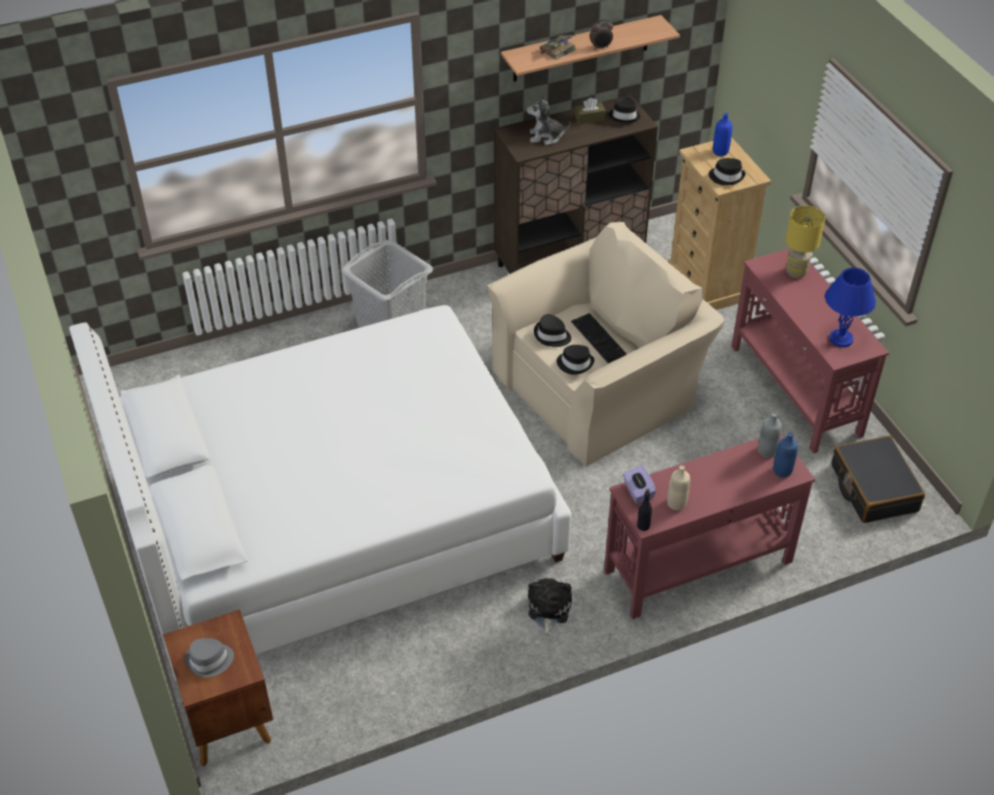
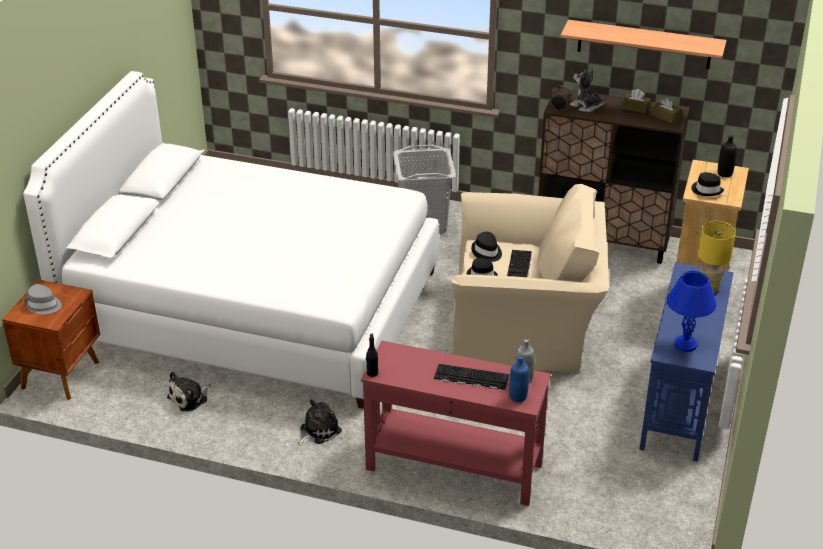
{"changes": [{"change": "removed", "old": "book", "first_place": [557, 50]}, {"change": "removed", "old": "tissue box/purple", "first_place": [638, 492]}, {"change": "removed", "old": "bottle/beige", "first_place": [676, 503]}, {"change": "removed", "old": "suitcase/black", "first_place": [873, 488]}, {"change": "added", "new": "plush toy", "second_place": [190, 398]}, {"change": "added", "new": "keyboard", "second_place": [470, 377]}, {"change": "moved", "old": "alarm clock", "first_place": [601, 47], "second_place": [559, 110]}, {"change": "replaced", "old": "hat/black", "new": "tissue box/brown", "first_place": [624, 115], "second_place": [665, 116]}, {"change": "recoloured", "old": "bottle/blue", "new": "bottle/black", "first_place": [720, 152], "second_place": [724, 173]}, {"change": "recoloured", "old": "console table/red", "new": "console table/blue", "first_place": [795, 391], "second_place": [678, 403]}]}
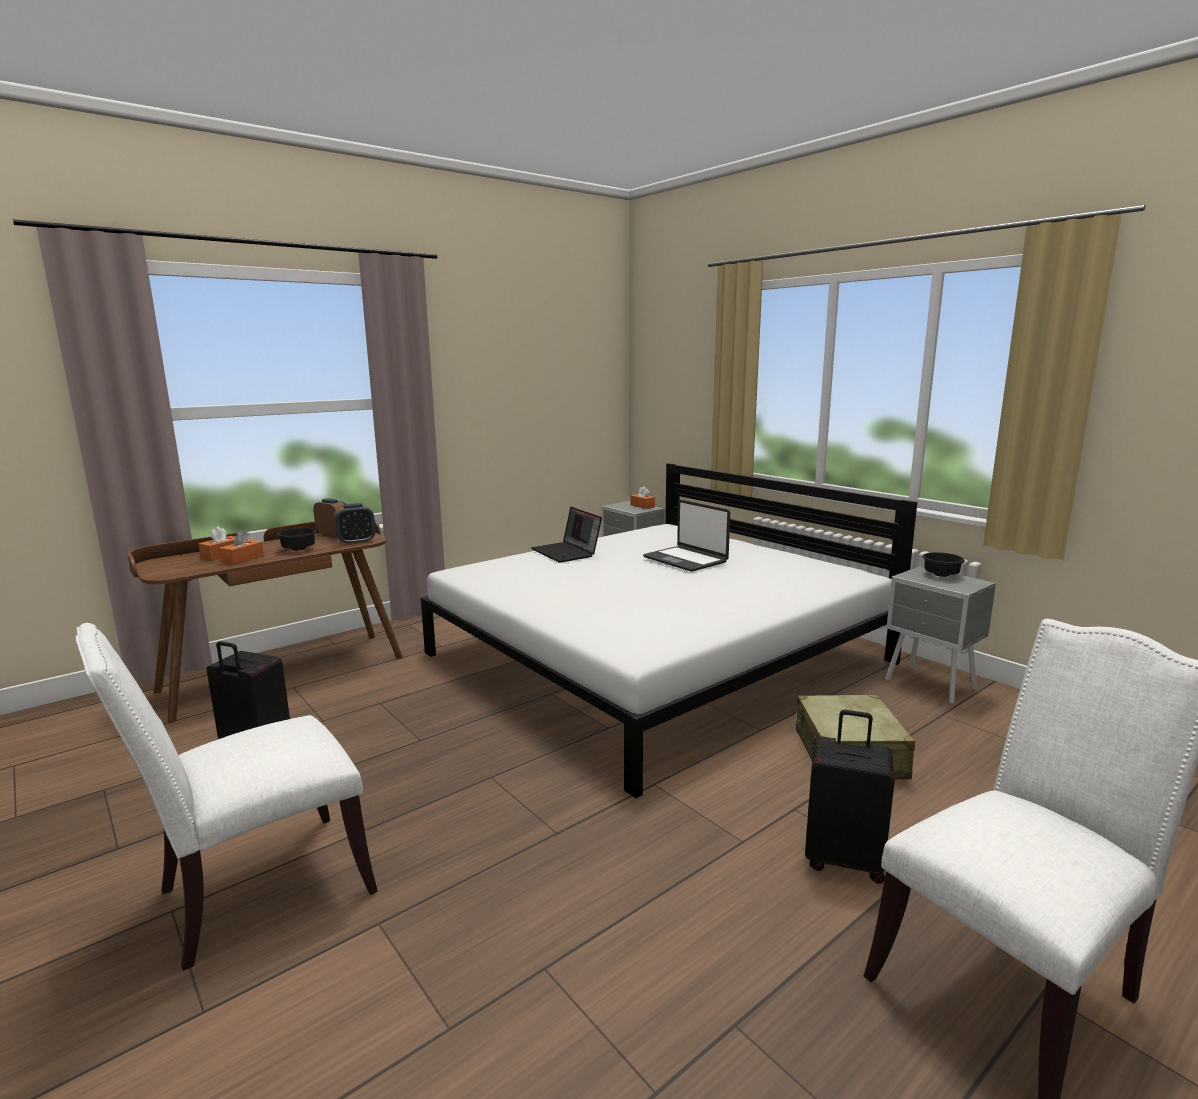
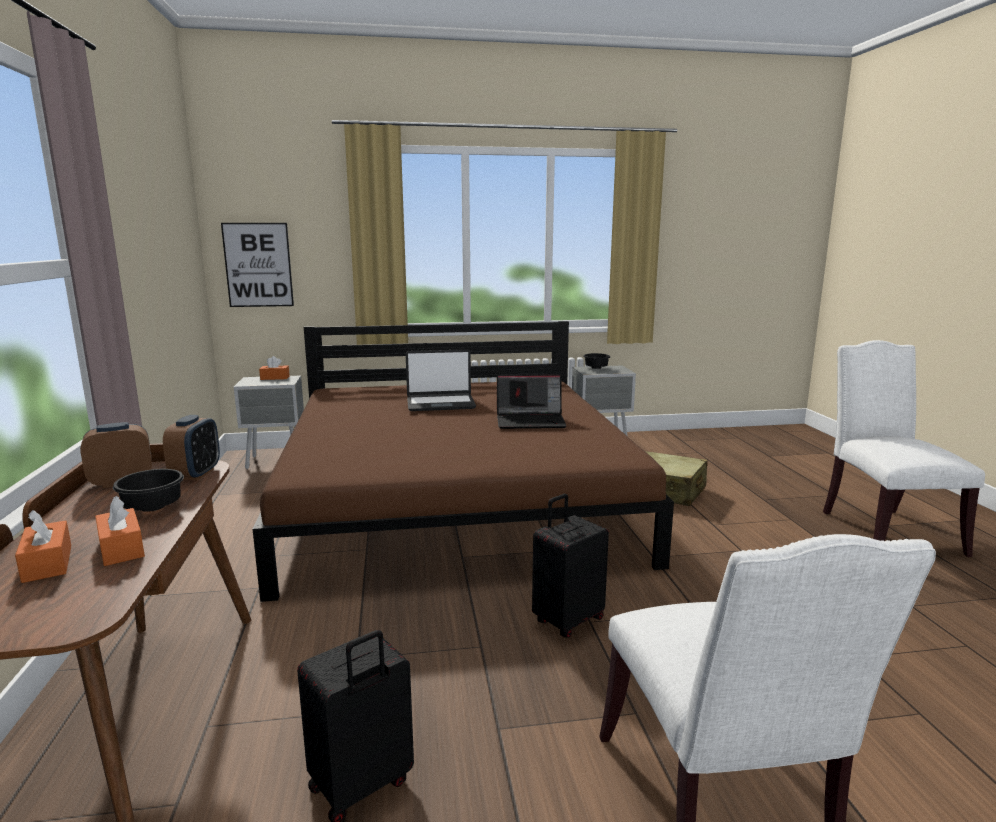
{"changes": [{"change": "added", "new": "picture", "second_place": [258, 265]}, {"change": "moved", "old": "laptop", "first_place": [567, 552], "second_place": [531, 421]}, {"change": "moved", "old": "suitcase/black", "first_place": [844, 860], "second_place": [567, 620]}, {"change": "recoloured", "old": "bed/white", "new": "bed/brown", "first_place": [657, 658], "second_place": [455, 499]}]}
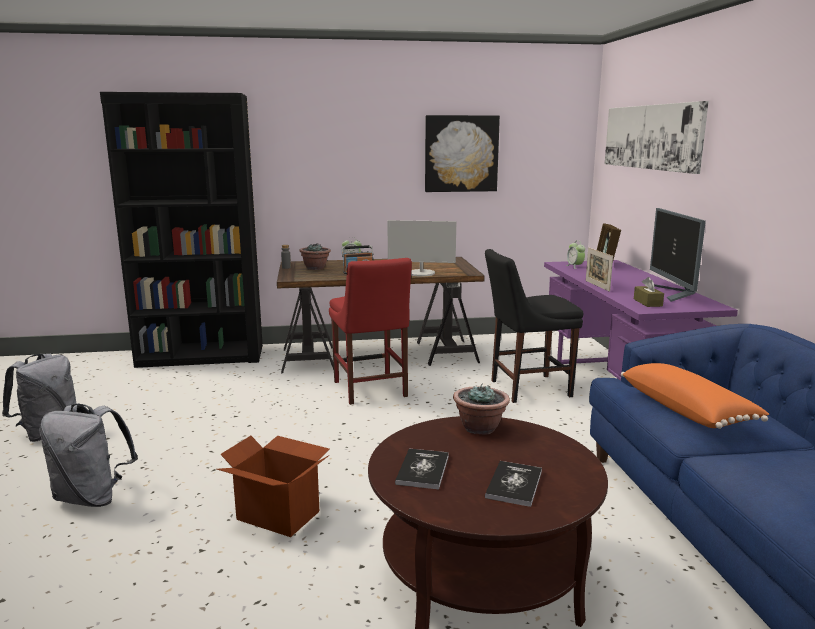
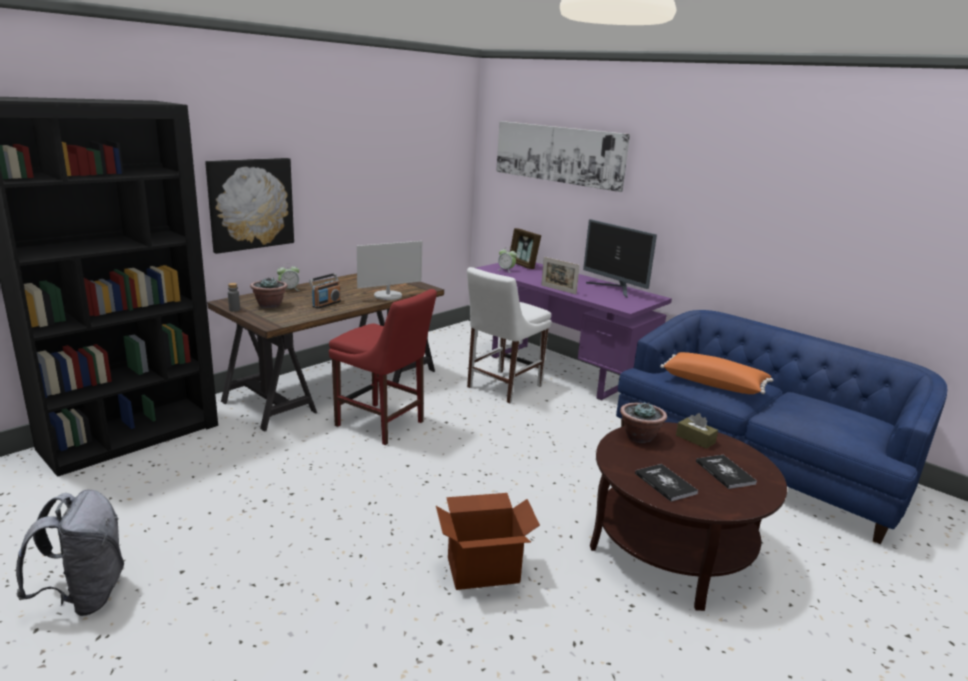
{"changes": [{"change": "removed", "old": "backpack/grey", "first_place": [92, 497]}, {"change": "moved", "old": "picture", "first_place": [461, 154], "second_place": [251, 204]}, {"change": "moved", "old": "tissue box/brown", "first_place": [647, 302], "second_place": [695, 439]}, {"change": "recoloured", "old": "chair/black", "new": "chair/white", "first_place": [526, 388], "second_place": [501, 387]}]}
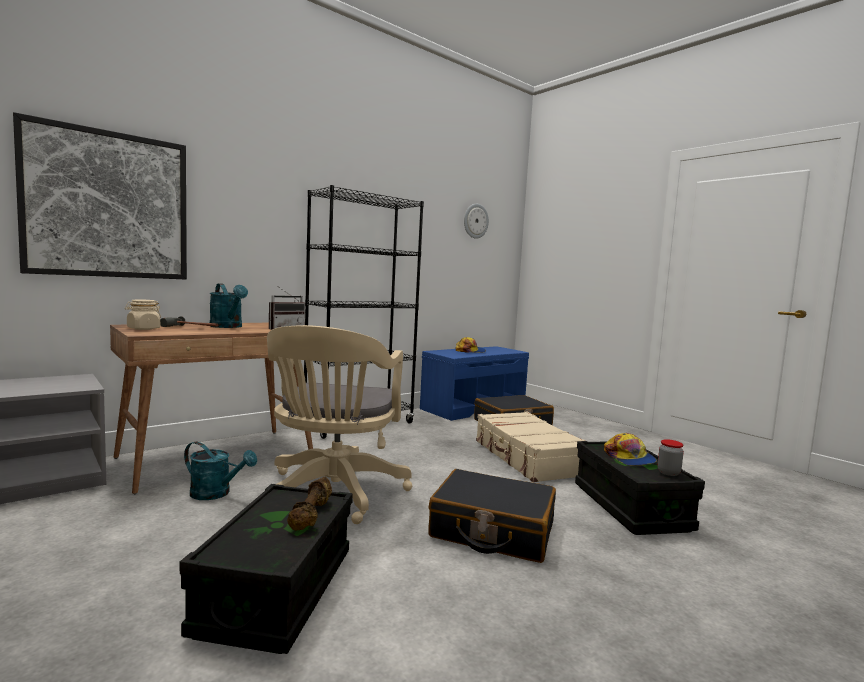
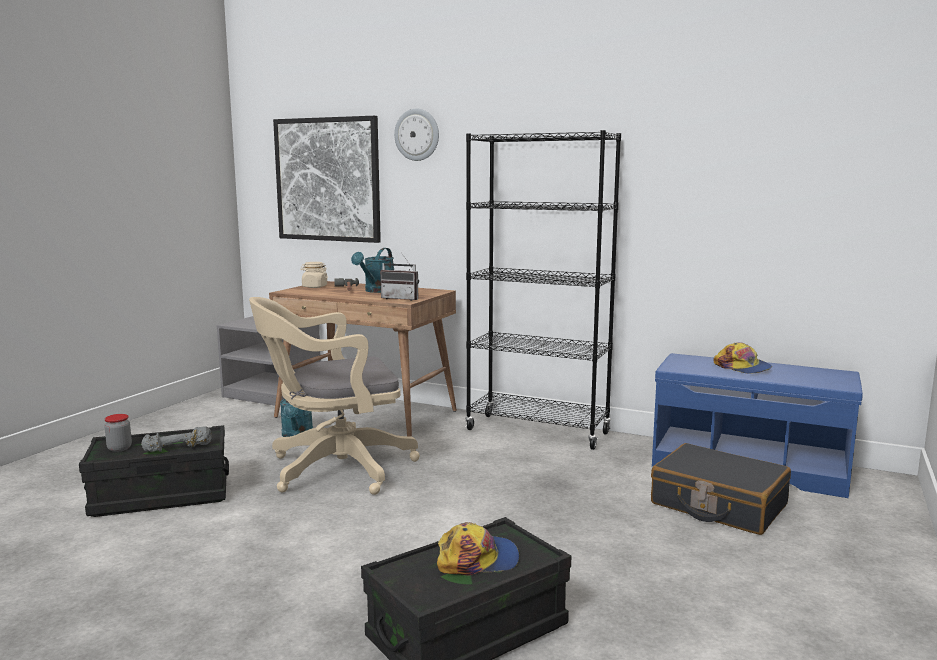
{"changes": [{"change": "removed", "old": "suitcase/black", "first_place": [492, 531]}, {"change": "removed", "old": "suitcase/beige", "first_place": [528, 458]}, {"change": "moved", "old": "wall clock", "first_place": [475, 221], "second_place": [417, 135]}, {"change": "moved", "old": "jar", "first_place": [668, 472], "second_place": [119, 448]}, {"change": "recoloured", "old": "dumbbell/brown", "new": "dumbbell/grey", "first_place": [312, 515], "second_place": [177, 449]}, {"change": "turned", "old": "cap", "first_place": [629, 458], "second_place": [477, 559], "degrees": -150}]}
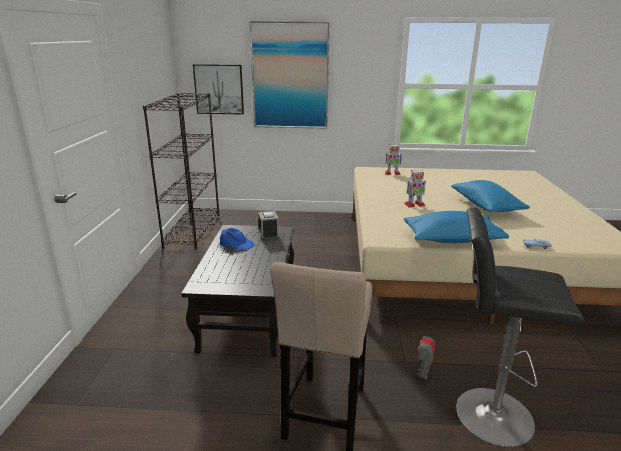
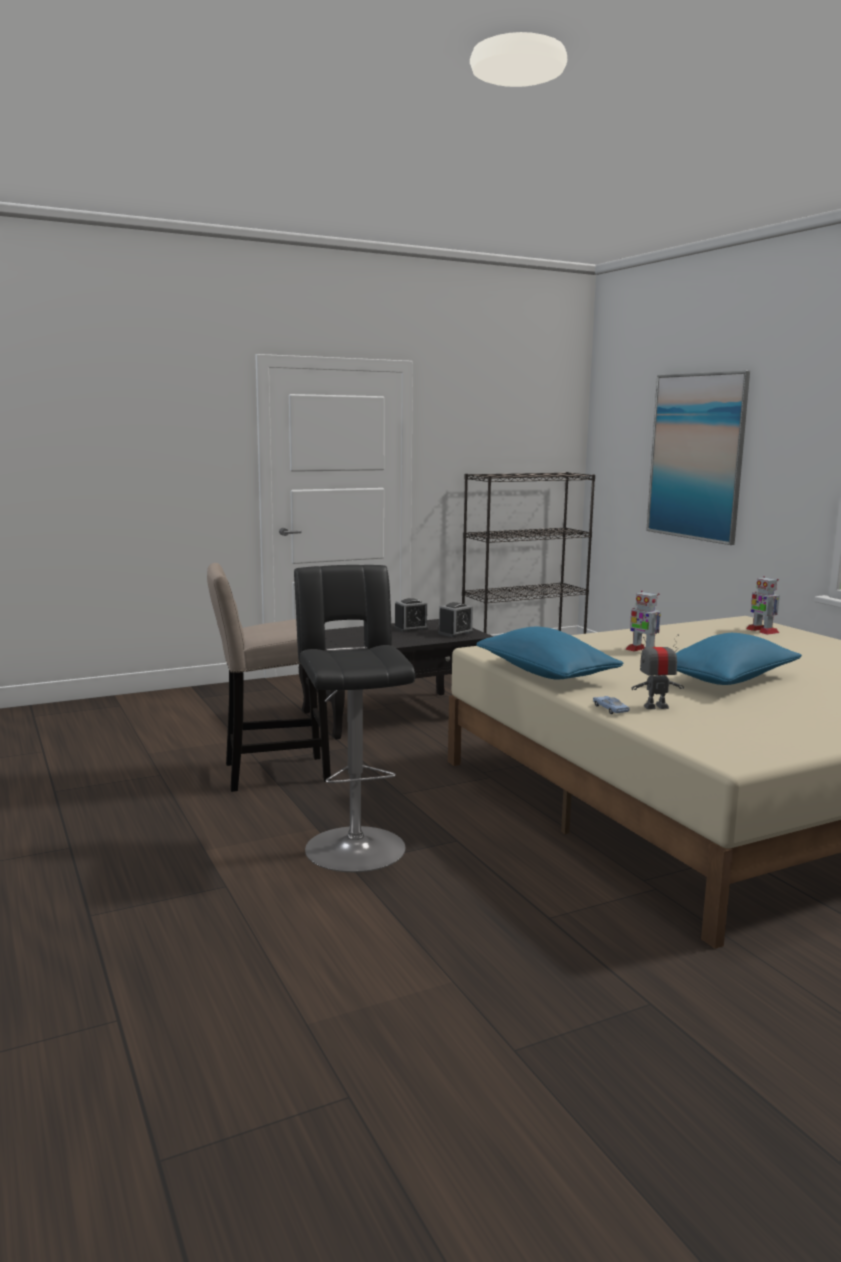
{"changes": [{"change": "removed", "old": "picture", "first_place": [219, 89]}, {"change": "moved", "old": "toy robot", "first_place": [423, 373], "second_place": [655, 707]}, {"change": "replaced", "old": "cap/blue", "new": "alarm clock", "first_place": [236, 244], "second_place": [411, 628]}]}
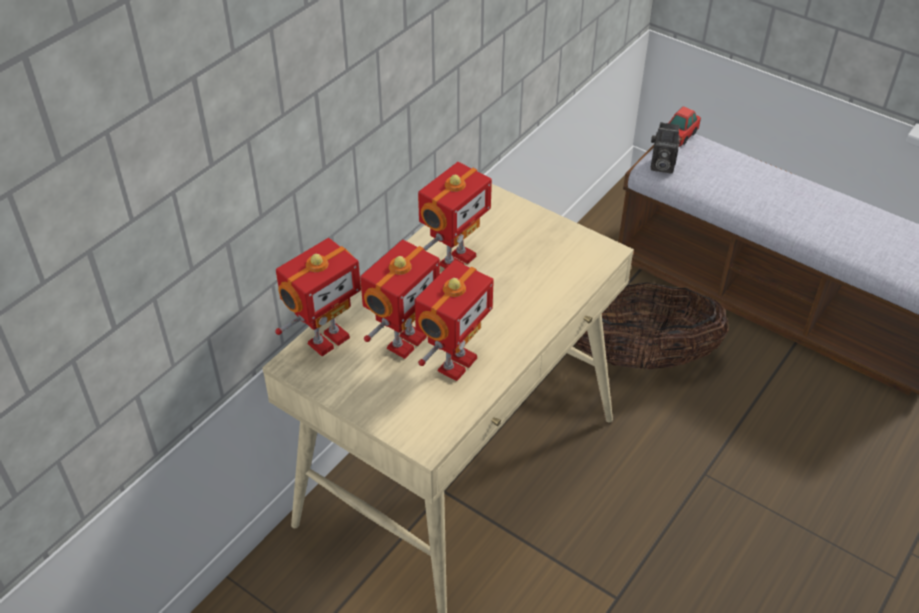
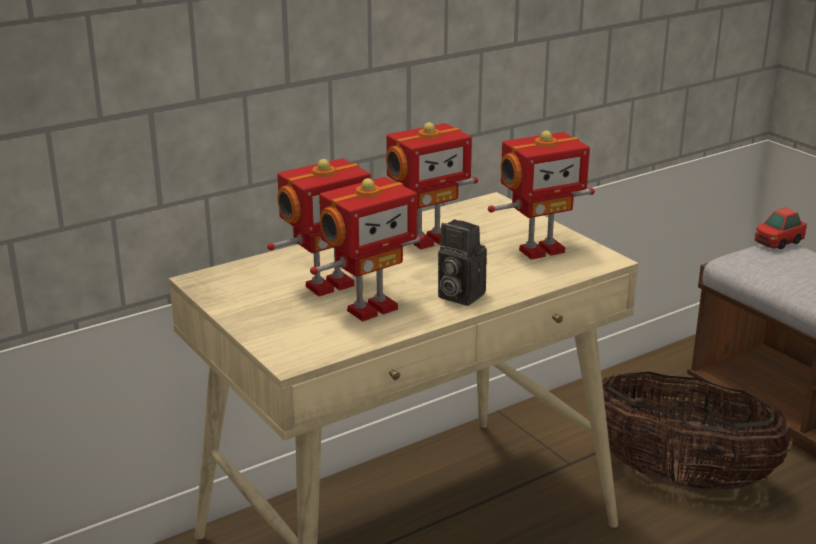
{"changes": [{"change": "moved", "old": "toy robot", "first_place": [326, 339], "second_place": [540, 250]}, {"change": "moved", "old": "photo camera", "first_place": [660, 166], "second_place": [457, 295]}]}
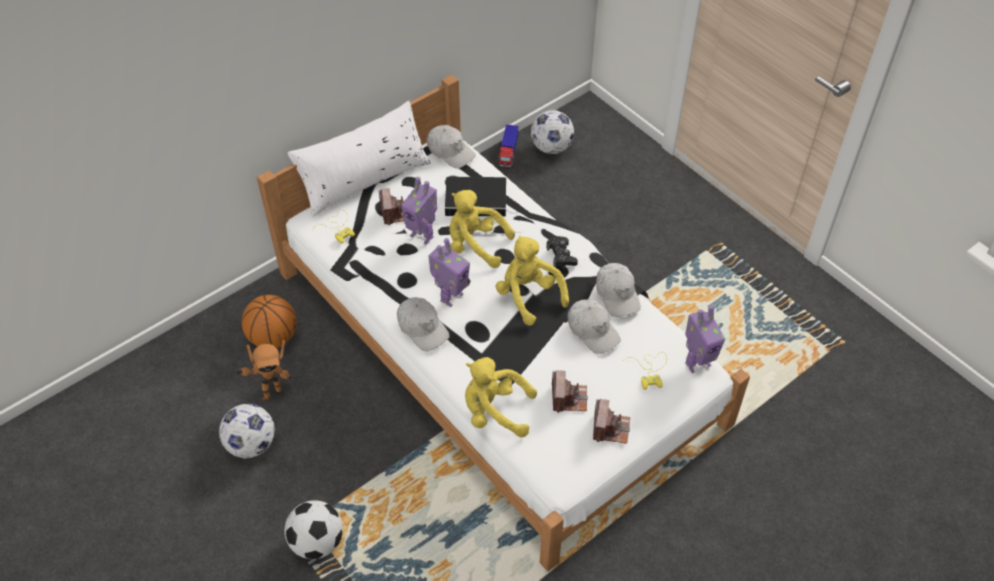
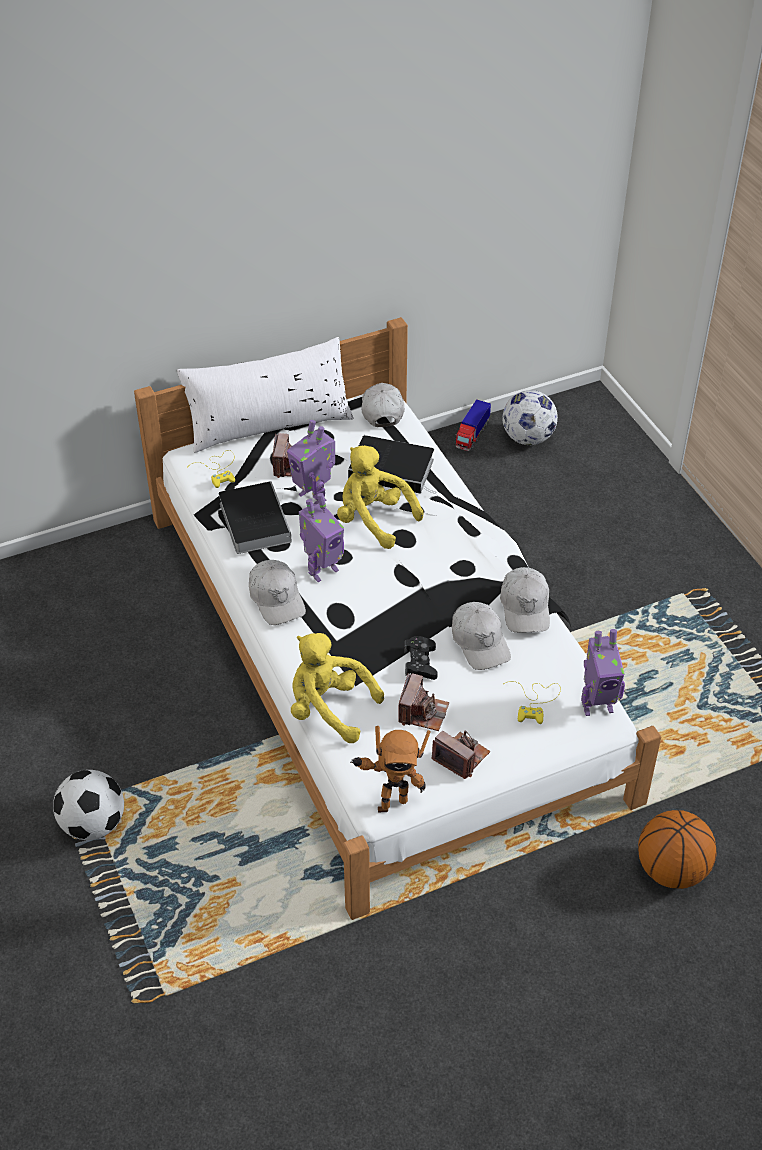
{"changes": [{"change": "removed", "old": "football", "first_place": [251, 444]}, {"change": "removed", "old": "plush toy/yellow", "first_place": [529, 296]}, {"change": "added", "new": "book", "second_place": [253, 520]}, {"change": "moved", "old": "toy robot", "first_place": [270, 392], "second_place": [390, 802]}, {"change": "moved", "old": "basketball", "first_place": [273, 337], "second_place": [671, 870]}, {"change": "moved", "old": "game controller/black", "first_place": [561, 255], "second_place": [420, 663]}, {"change": "turned", "old": "cap/white", "first_place": [450, 151], "second_place": [382, 409], "degrees": -150}, {"change": "turned", "old": "photo camera", "first_place": [610, 428], "second_place": [461, 757], "degrees": -75}]}
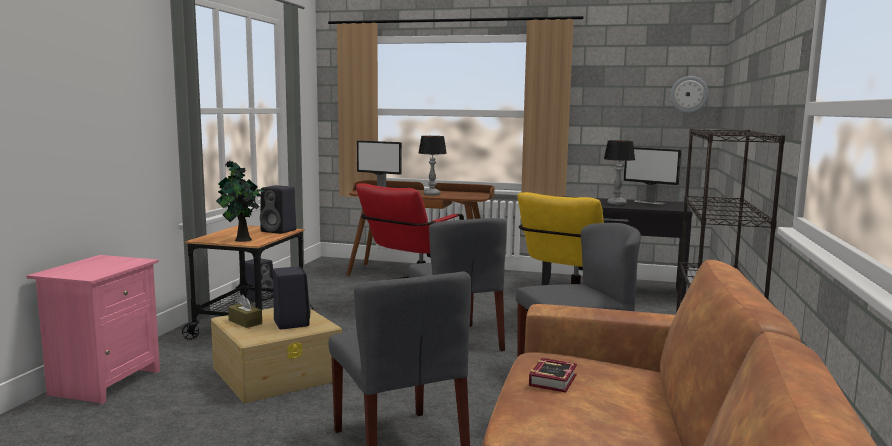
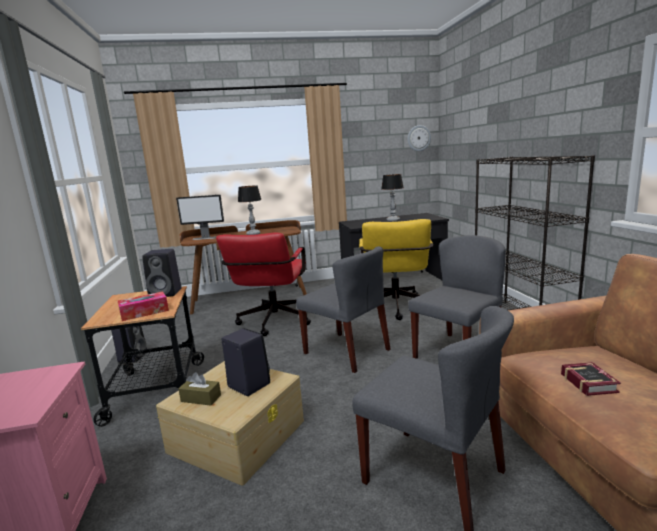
{"changes": [{"change": "removed", "old": "monitor", "first_place": [649, 202]}, {"change": "replaced", "old": "potted plant", "new": "tissue box", "first_place": [241, 240], "second_place": [144, 312]}]}
